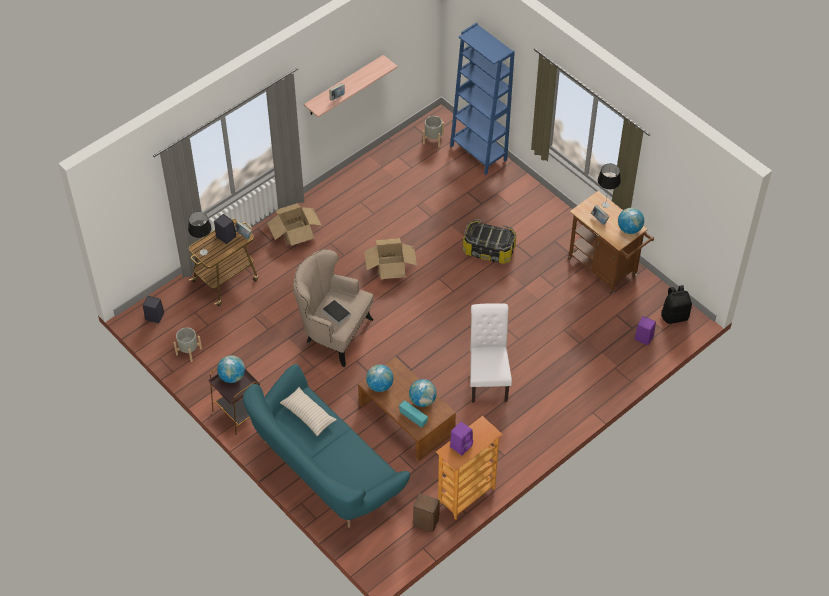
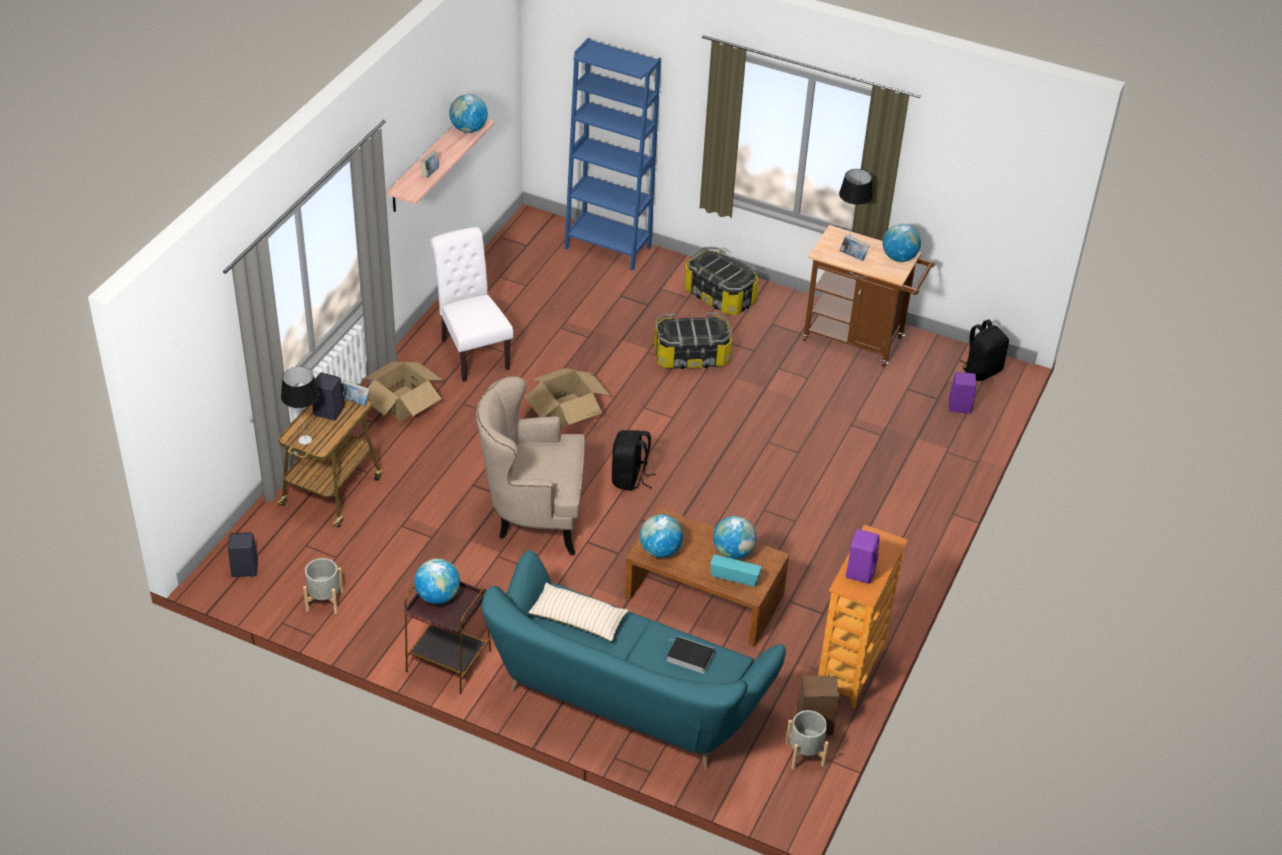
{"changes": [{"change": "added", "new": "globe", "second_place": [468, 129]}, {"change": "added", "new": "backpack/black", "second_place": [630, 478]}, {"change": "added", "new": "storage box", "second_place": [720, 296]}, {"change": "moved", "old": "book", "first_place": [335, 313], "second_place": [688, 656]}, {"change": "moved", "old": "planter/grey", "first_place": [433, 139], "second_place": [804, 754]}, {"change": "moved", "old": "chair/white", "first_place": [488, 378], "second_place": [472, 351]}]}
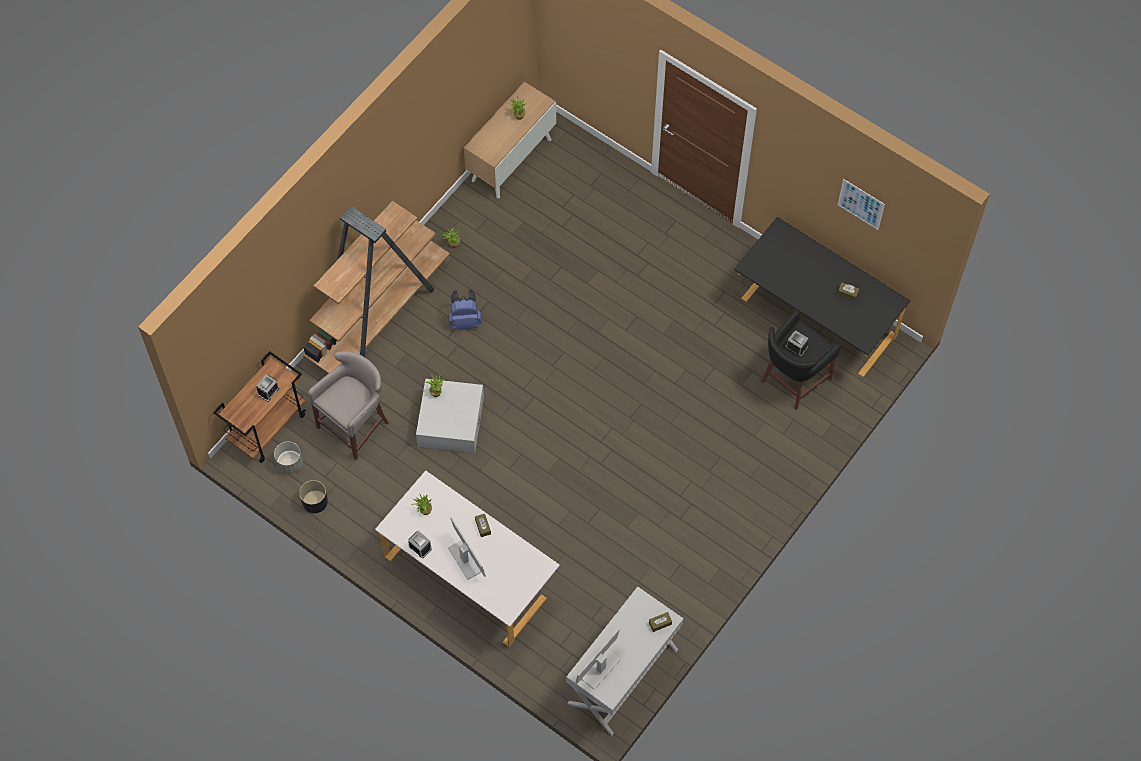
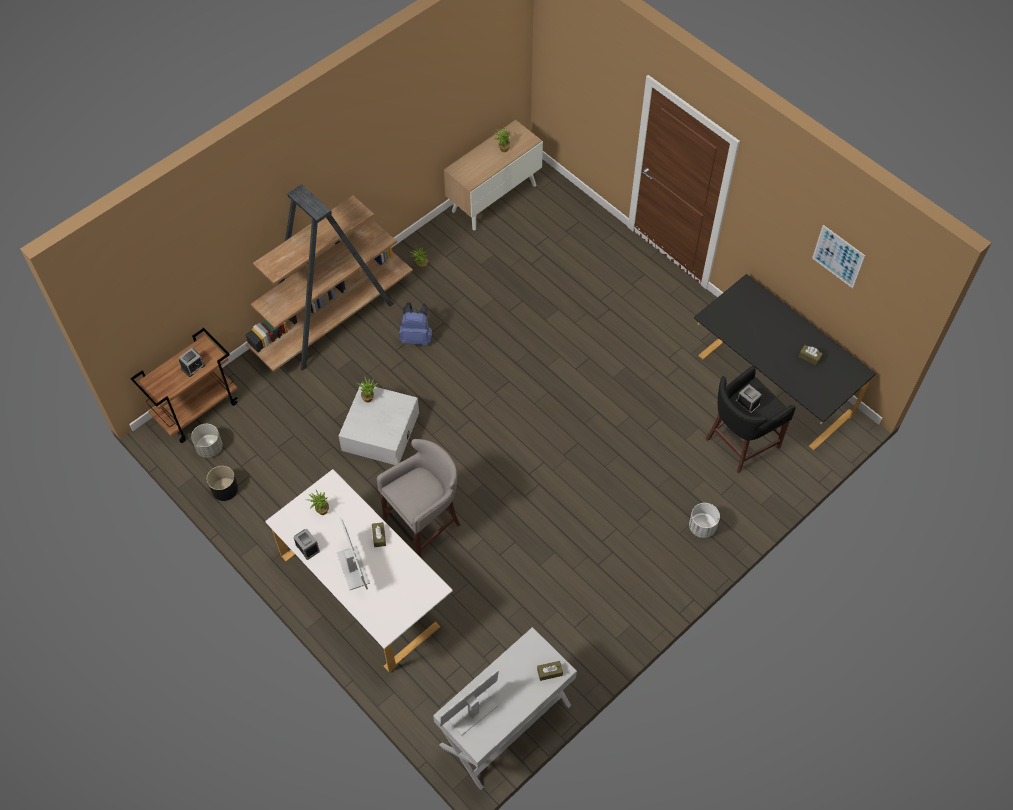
{"changes": [{"change": "added", "new": "planter/white", "second_place": [702, 527]}, {"change": "moved", "old": "stool/grey", "first_place": [355, 424], "second_place": [425, 521]}]}
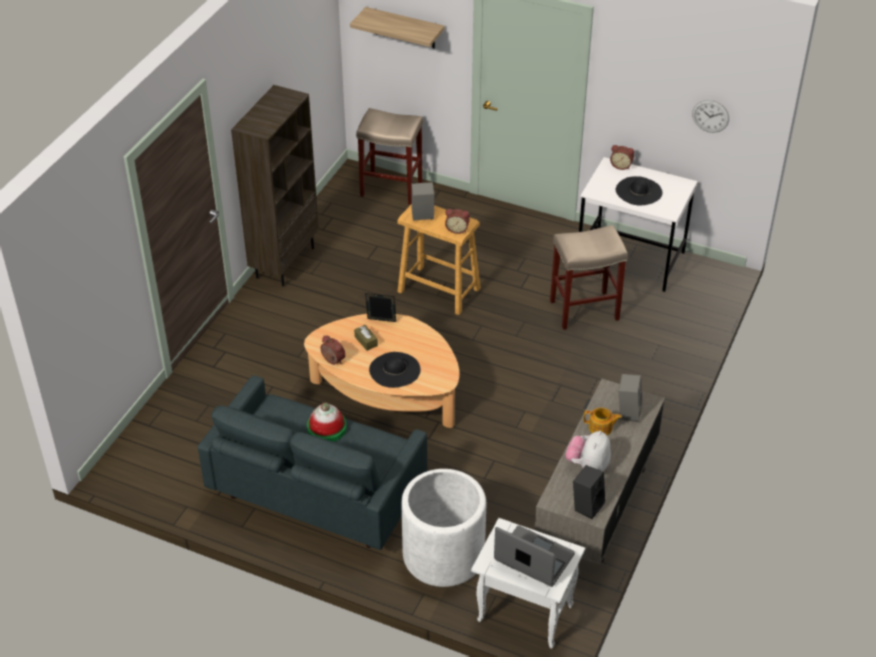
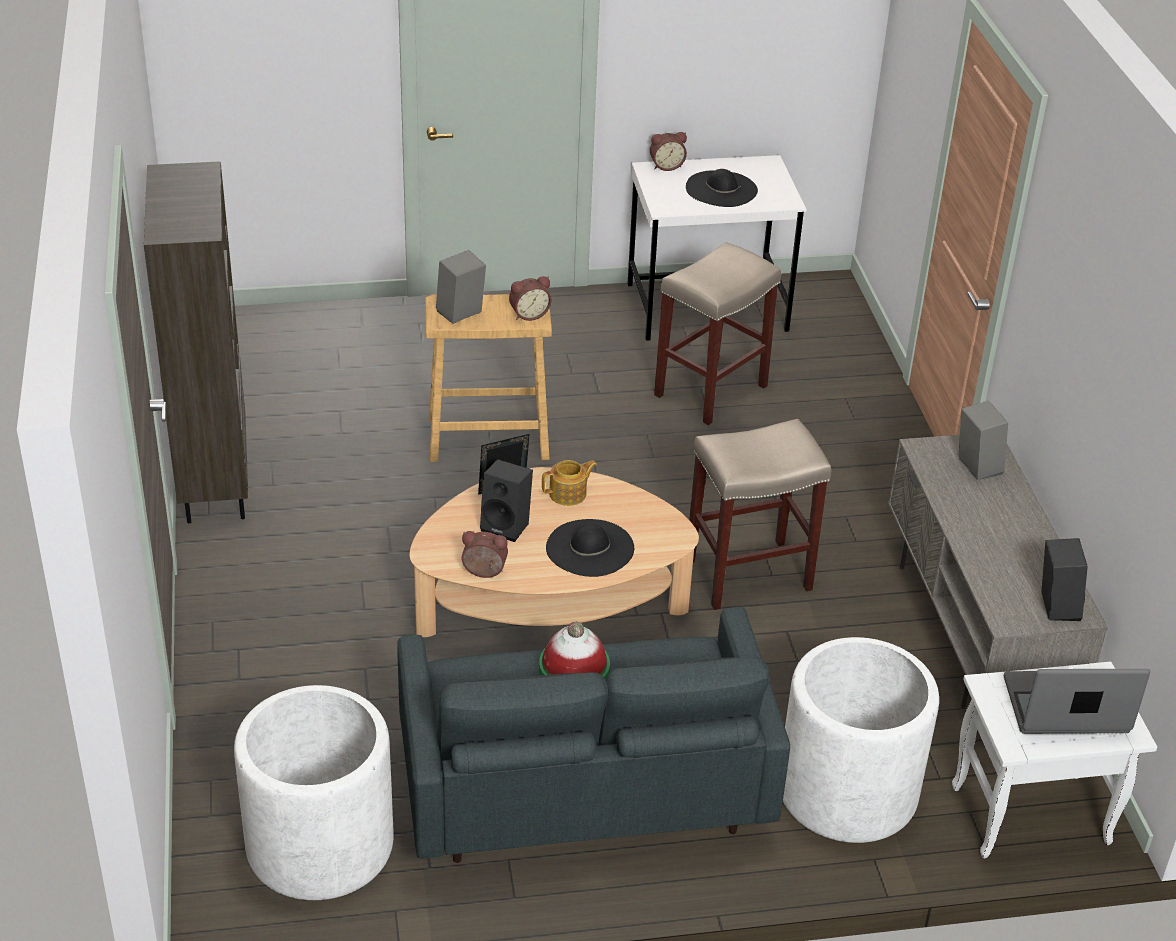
{"changes": [{"change": "removed", "old": "shelf", "first_place": [404, 28]}, {"change": "removed", "old": "plush toy", "first_place": [588, 465]}, {"change": "removed", "old": "wall clock", "first_place": [710, 116]}, {"change": "added", "new": "planter/white", "second_place": [319, 845]}, {"change": "moved", "old": "stool/beige", "first_place": [390, 189], "second_place": [747, 575]}, {"change": "moved", "old": "teapot", "first_place": [601, 428], "second_place": [569, 494]}, {"change": "replaced", "old": "tissue box/brown", "new": "speaker/black", "first_place": [366, 341], "second_place": [507, 526]}]}
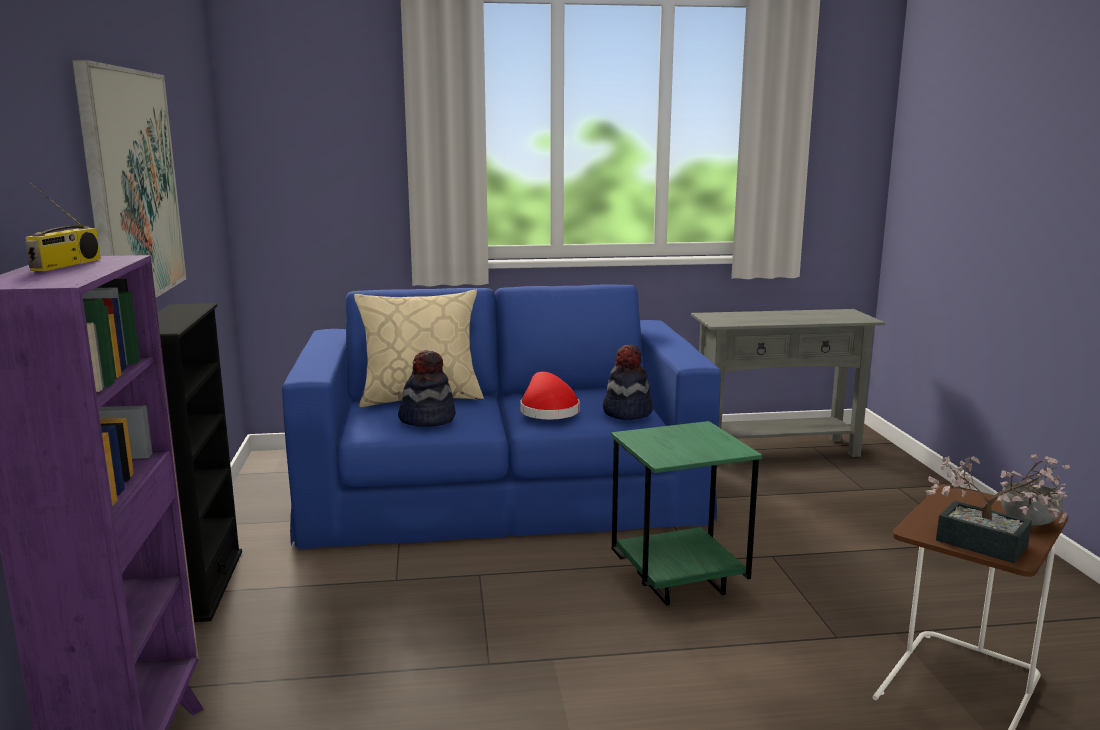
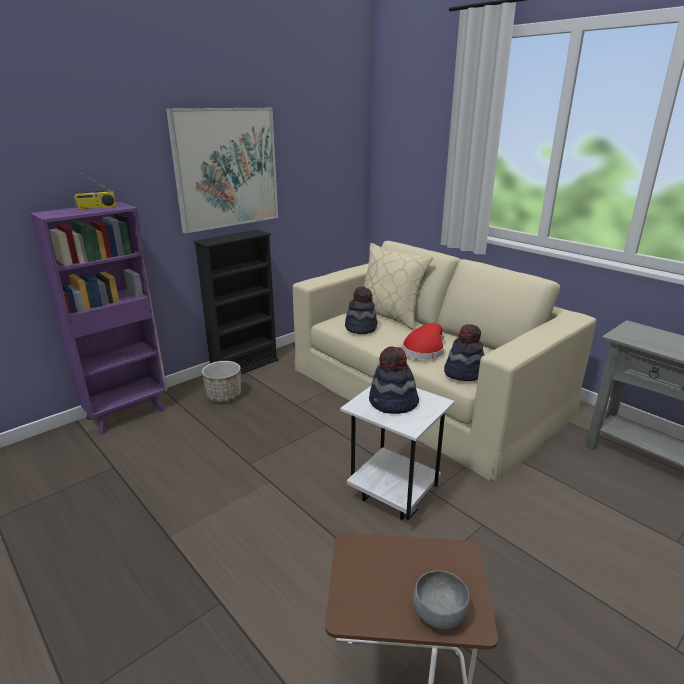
{"changes": [{"change": "removed", "old": "potted plant", "first_place": [992, 547]}, {"change": "added", "new": "planter", "second_place": [224, 396]}, {"change": "added", "new": "hat", "second_place": [393, 403]}, {"change": "recoloured", "old": "sofa/blue", "new": "sofa/beige", "first_place": [502, 489], "second_place": [425, 389]}, {"change": "recoloured", "old": "side table/green", "new": "side table/white", "first_place": [678, 583], "second_place": [394, 495]}]}
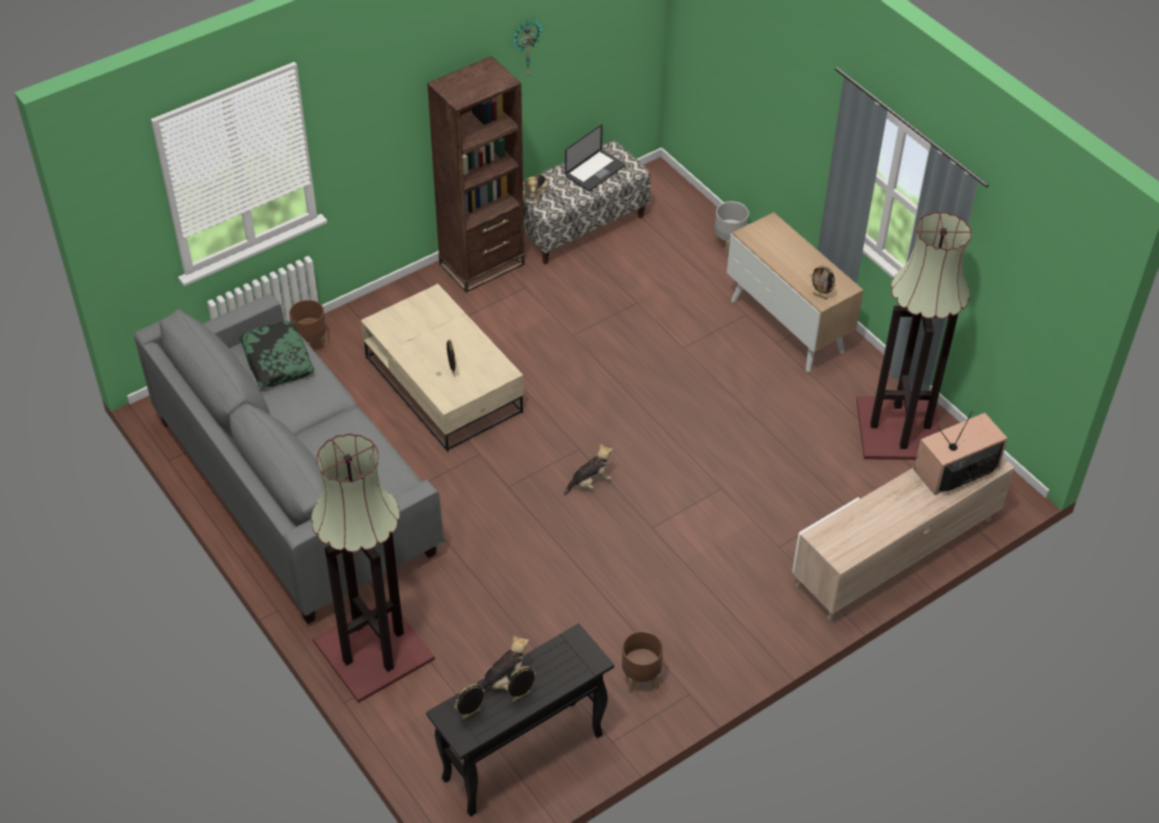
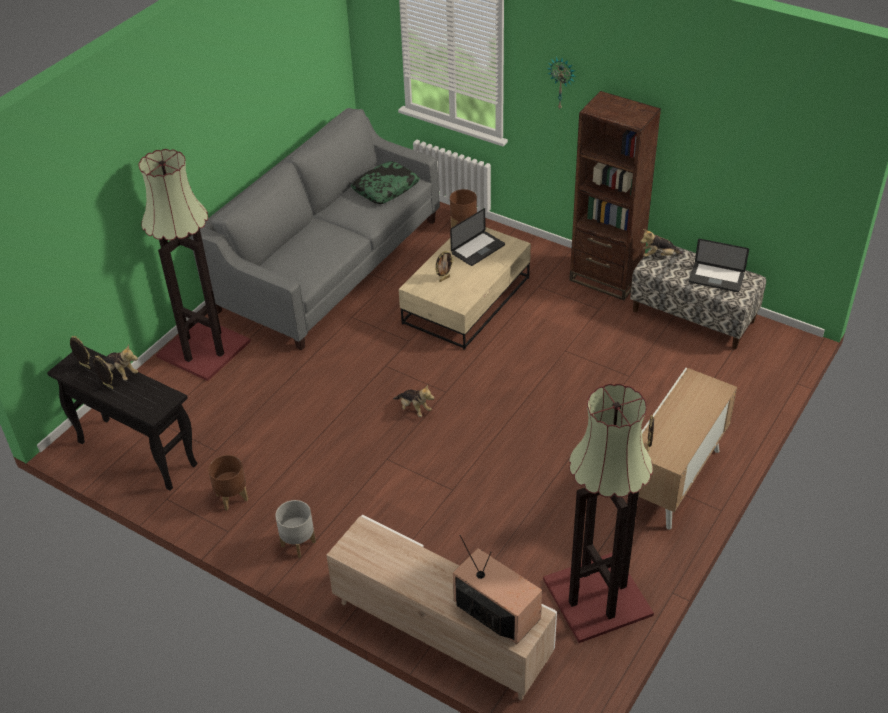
{"changes": [{"change": "added", "new": "laptop", "second_place": [478, 249]}, {"change": "moved", "old": "wall clock", "first_place": [525, 46], "second_place": [562, 82]}, {"change": "moved", "old": "planter/grey", "first_place": [729, 245], "second_place": [298, 544]}]}
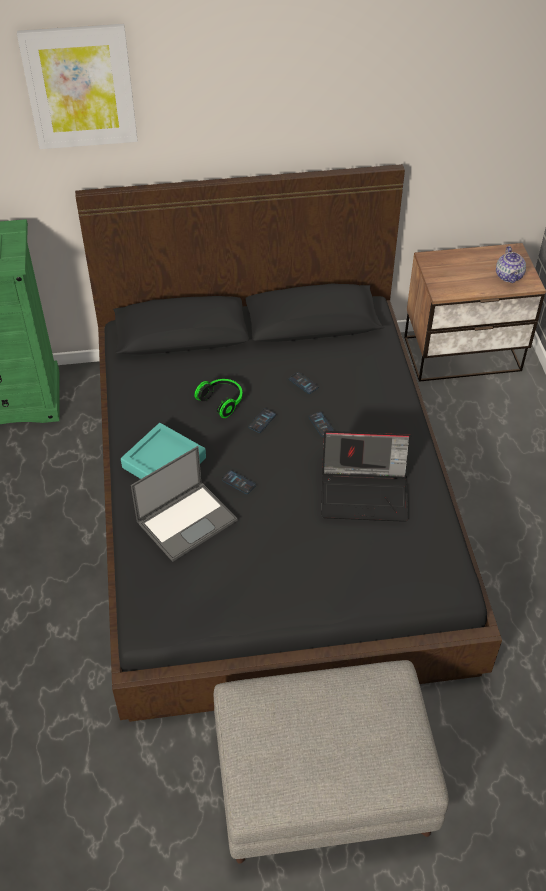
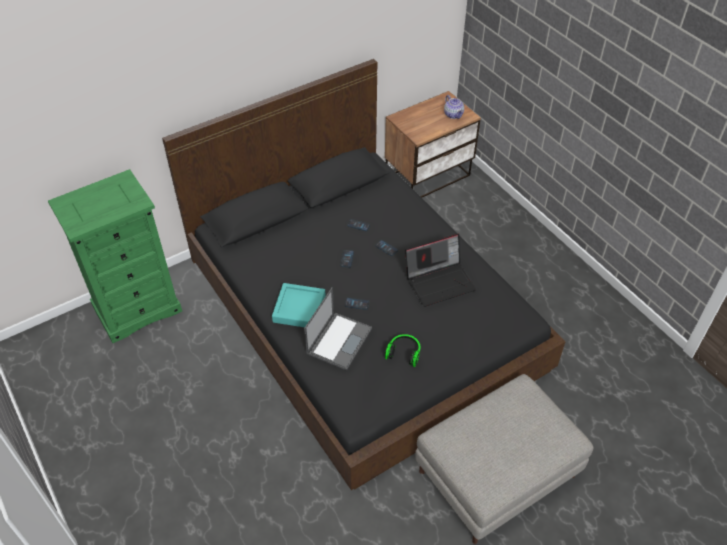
{"changes": [{"change": "removed", "old": "picture", "first_place": [80, 87]}, {"change": "moved", "old": "headphones", "first_place": [222, 401], "second_place": [404, 353]}]}
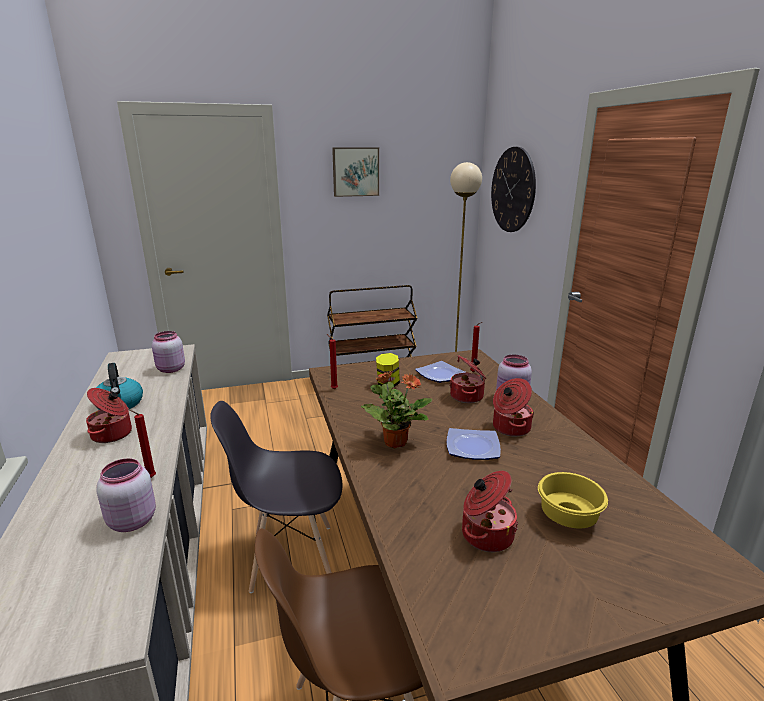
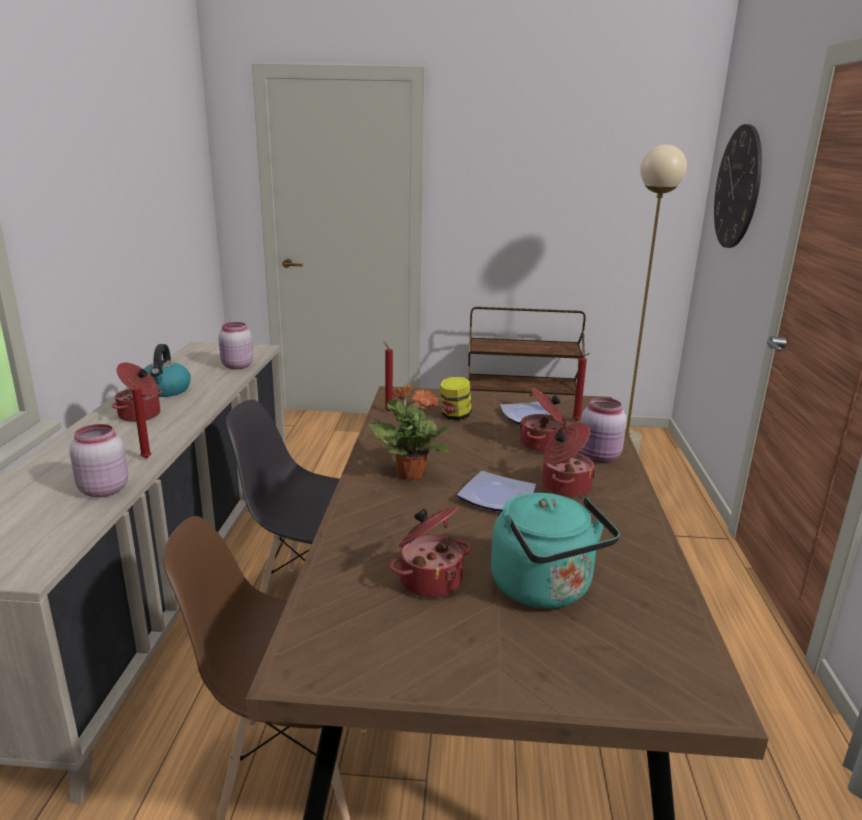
{"changes": [{"change": "removed", "old": "picture", "first_place": [355, 172]}, {"change": "replaced", "old": "bowl/yellow", "new": "kettle/turquoise", "first_place": [569, 518], "second_place": [545, 590]}]}
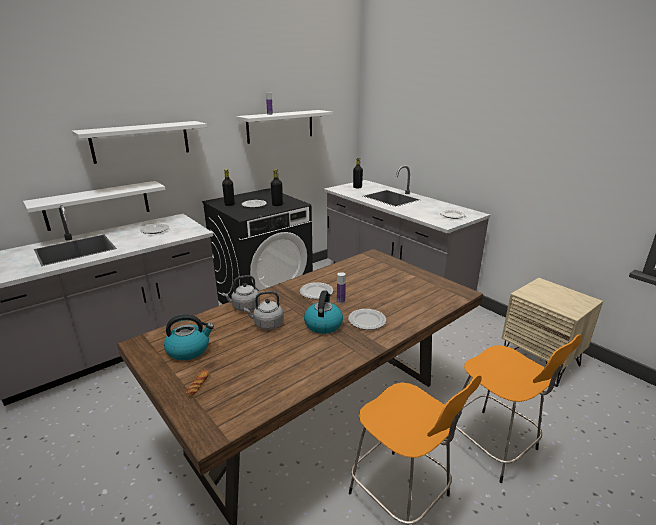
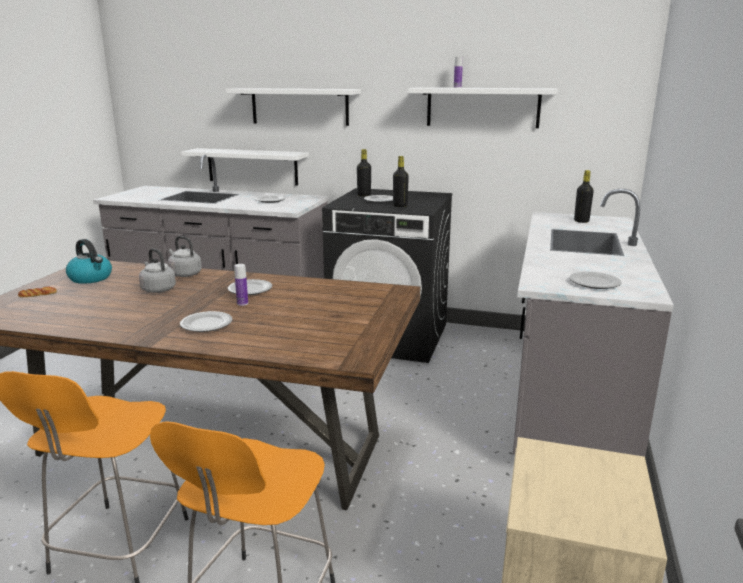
{"changes": [{"change": "removed", "old": "kettle", "first_place": [323, 324]}]}
